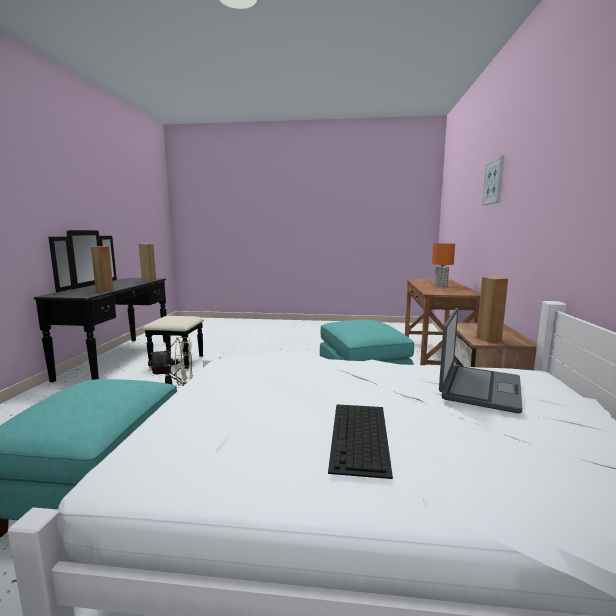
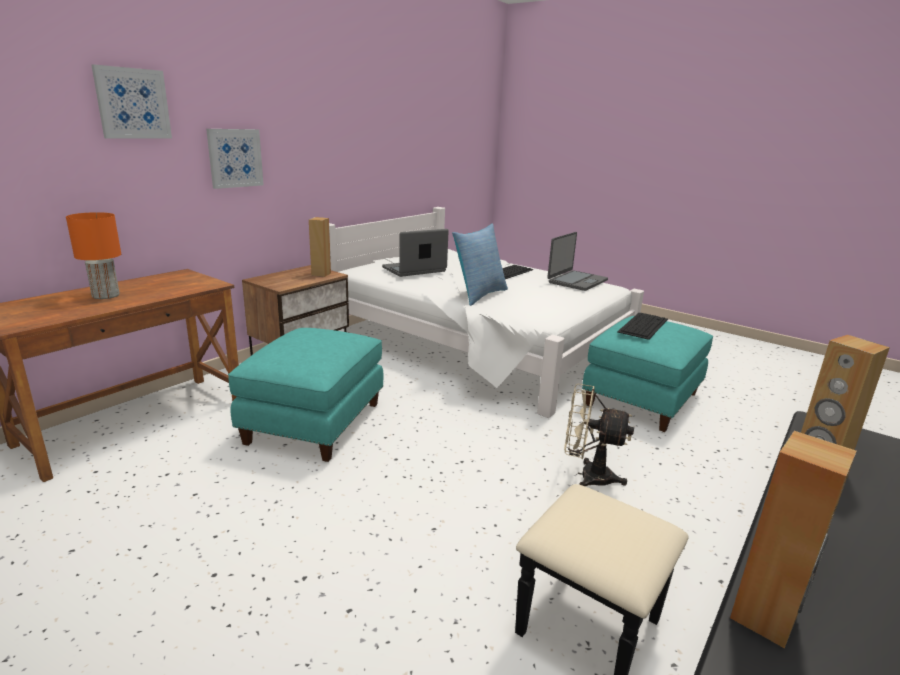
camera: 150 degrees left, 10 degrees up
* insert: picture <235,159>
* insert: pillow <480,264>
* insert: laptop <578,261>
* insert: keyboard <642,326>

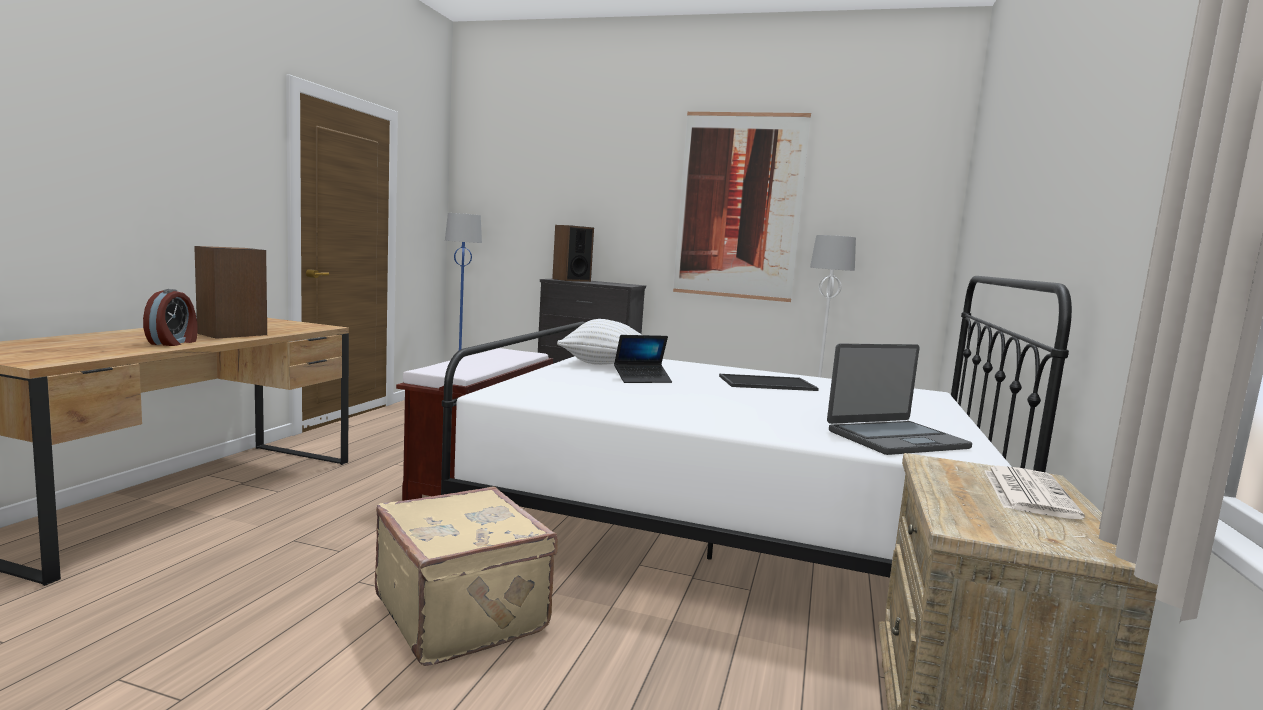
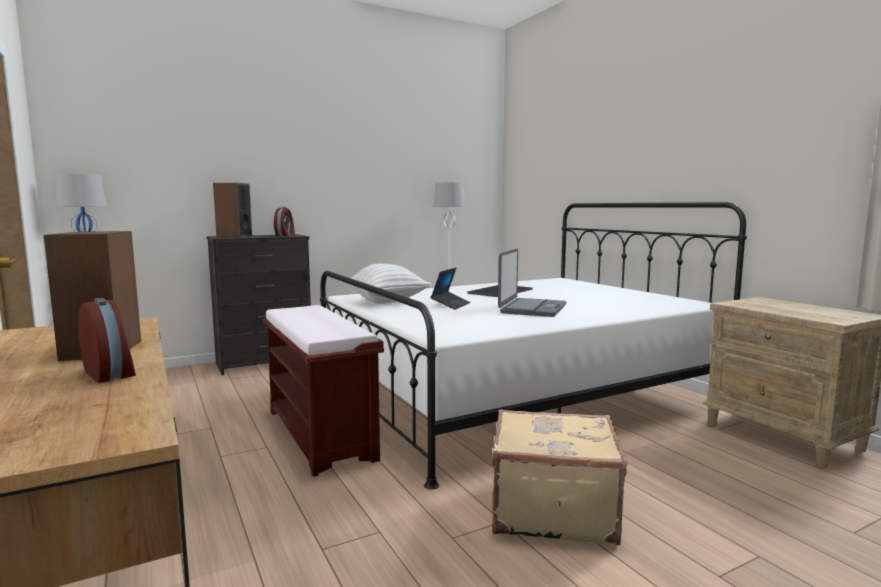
camera: 45 degrees left, 0 degrees up
* delete: picture <742,207>
* delete: newspaper <1035,492>
* insert: alarm clock <284,221>
* move: laptop <899,399> to <532,282>

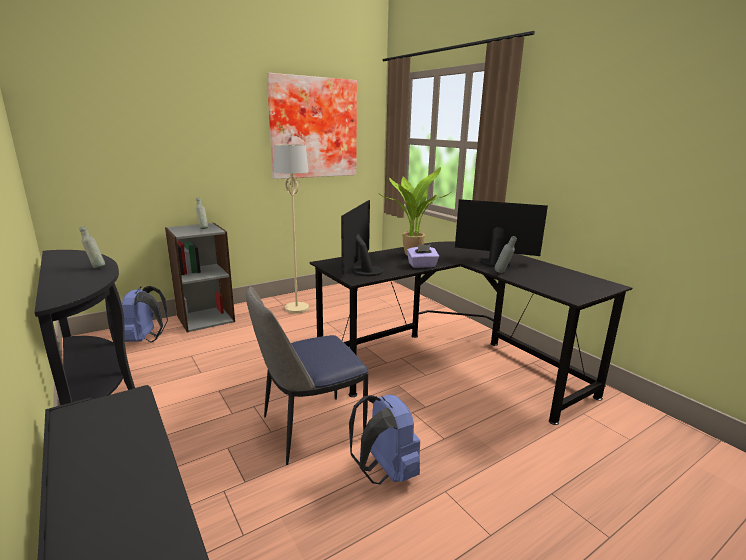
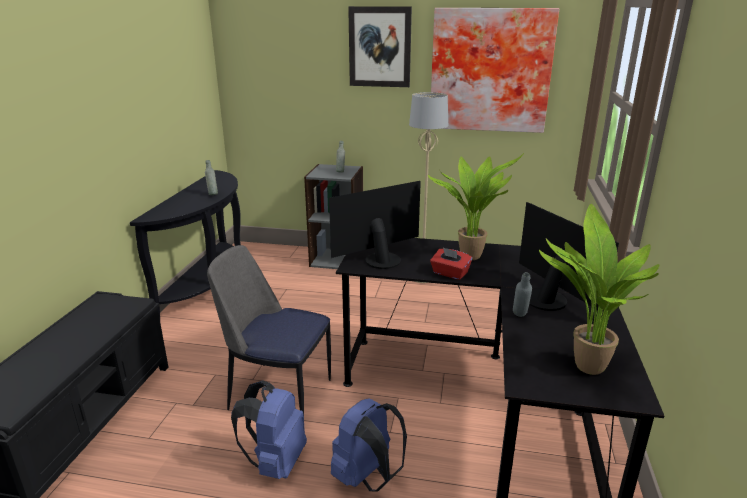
camera: 45 degrees right, 5 degrees up
* insert: picture <380,46>
* insert: potted plant <599,289>
* move: backpack (blue) <145,314> to <369,445>
* recolor: tissue box (purple) <423,256> to tissue box (red) <451,263>

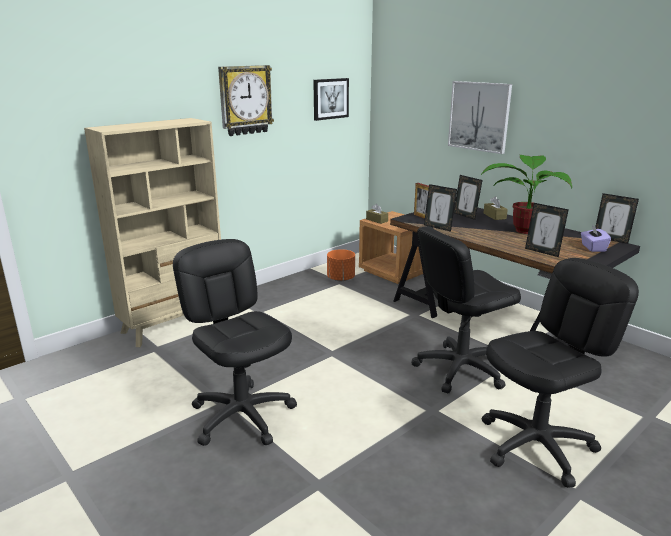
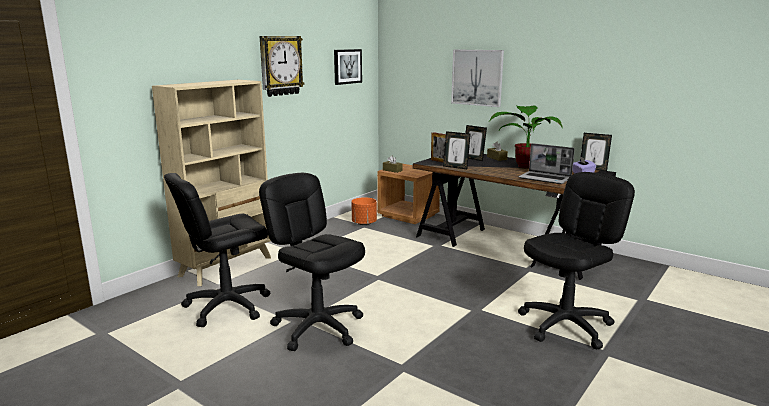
camera: 10 degrees left, 5 degrees down
* move: office chair (black) <466,309> to <217,250>
* replace: picture frame <547,230> to laptop <546,163>

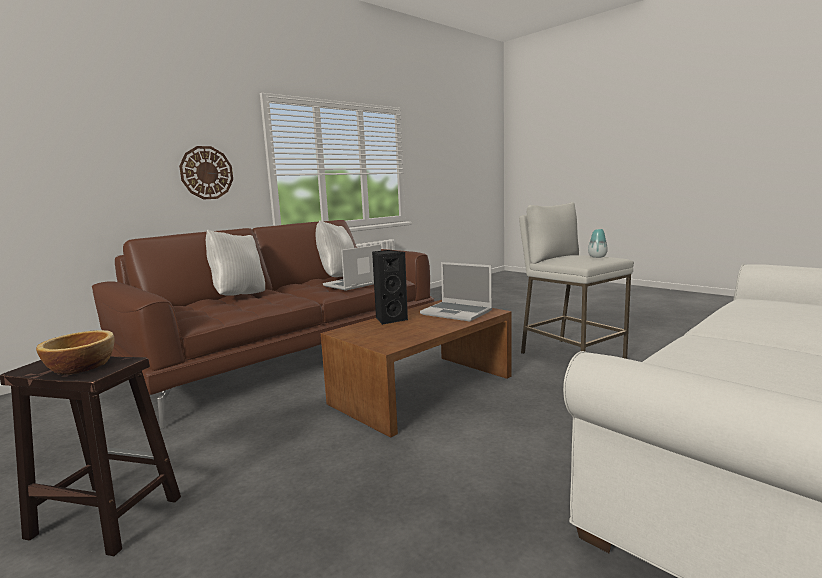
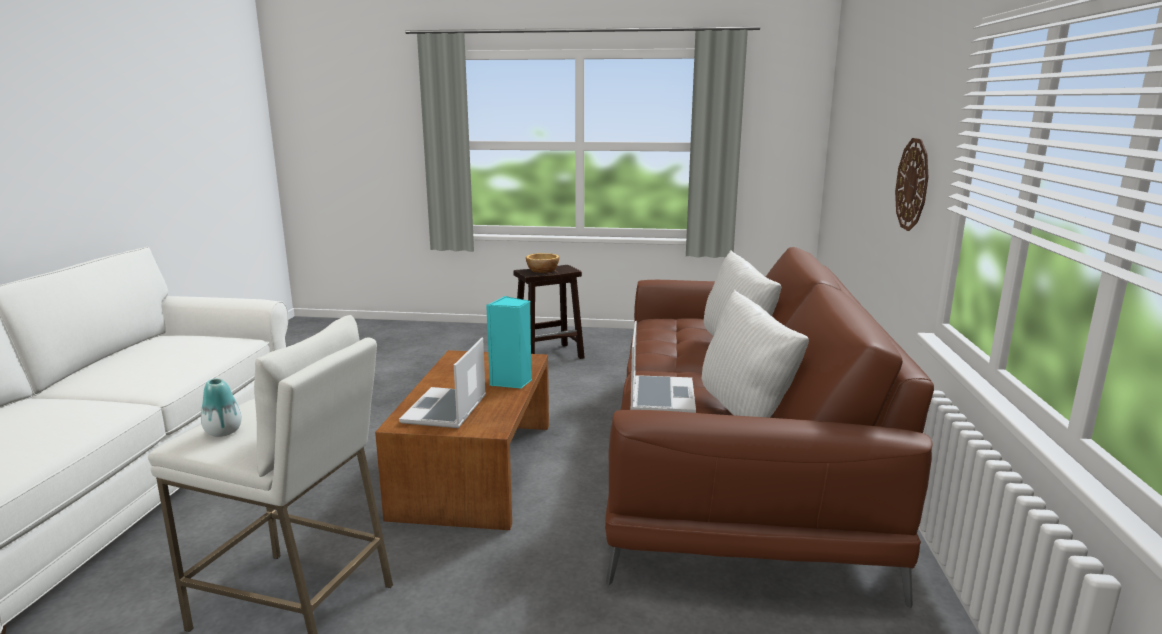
camera: 140 degrees right, 5 degrees up
* recolor: speaker (black) <390,287> to speaker (turquoise) <509,342>
* rotate: laptop <456,291> = <442,383> 75 degrees counterclockwise

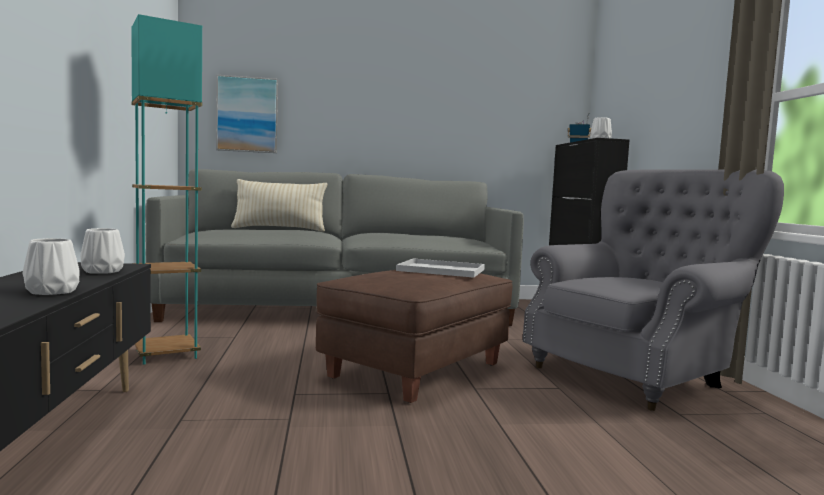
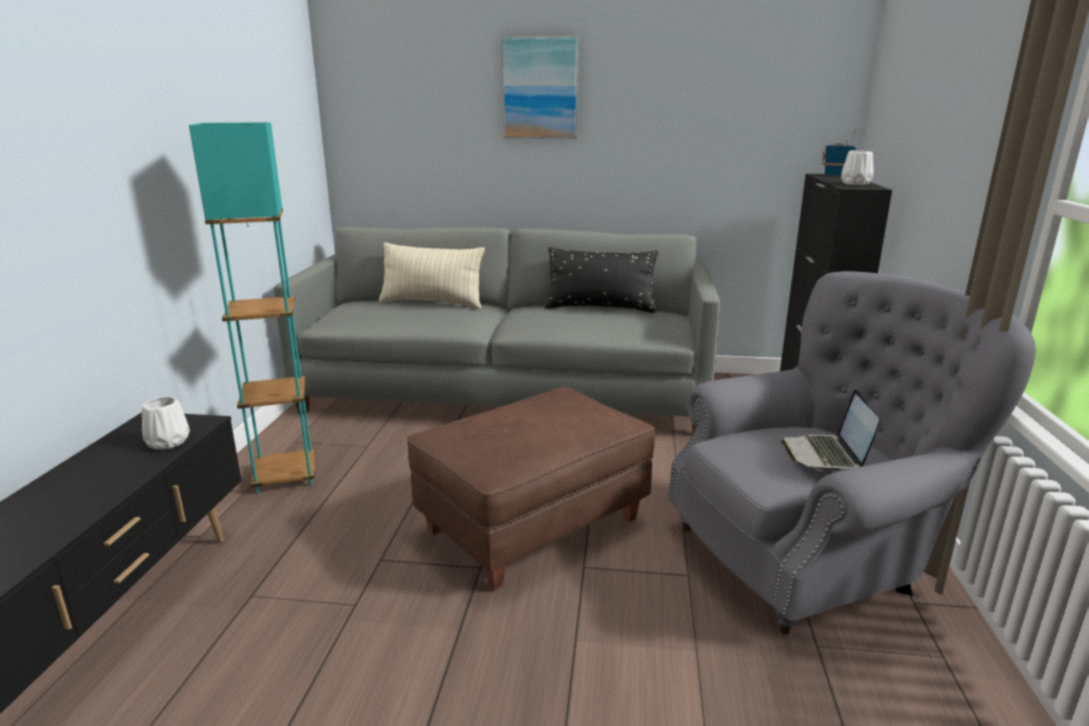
camera: 15 degrees right, 15 degrees up
* delete: vase (white) <51,266>
* delete: tray (white) <440,268>
* insert: pillow (black) <601,280>
* insert: laptop <830,430>
* move: picture <247,114> to <540,87>

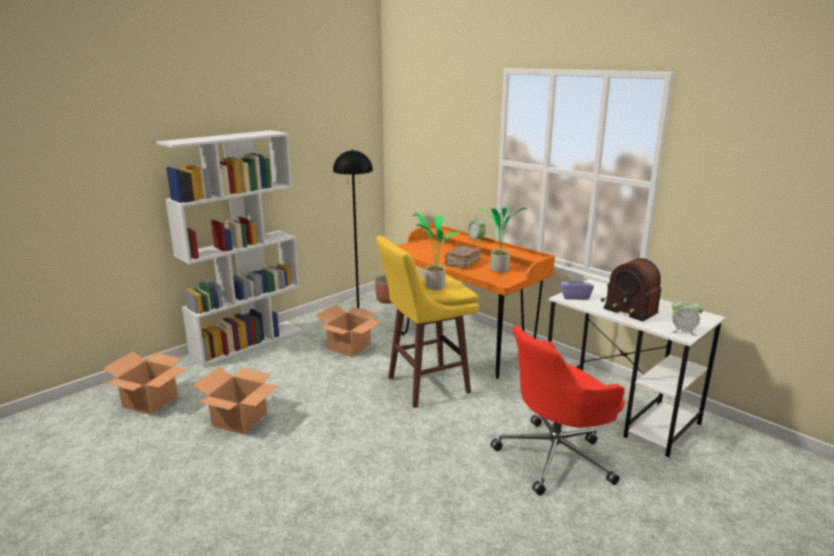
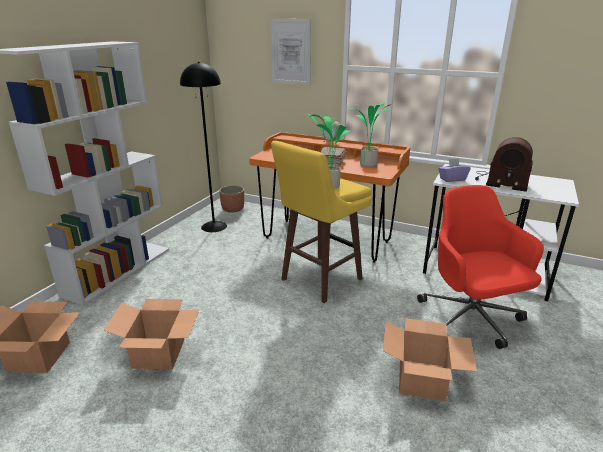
camera: 20 degrees left, 5 degrees up
* delete: alarm clock <687,316>
* insert: picture <291,52>
* move: cardboard box <348,331> to <430,359>
* rotate: office chair (red) <558,410> = <480,267> 120 degrees clockwise

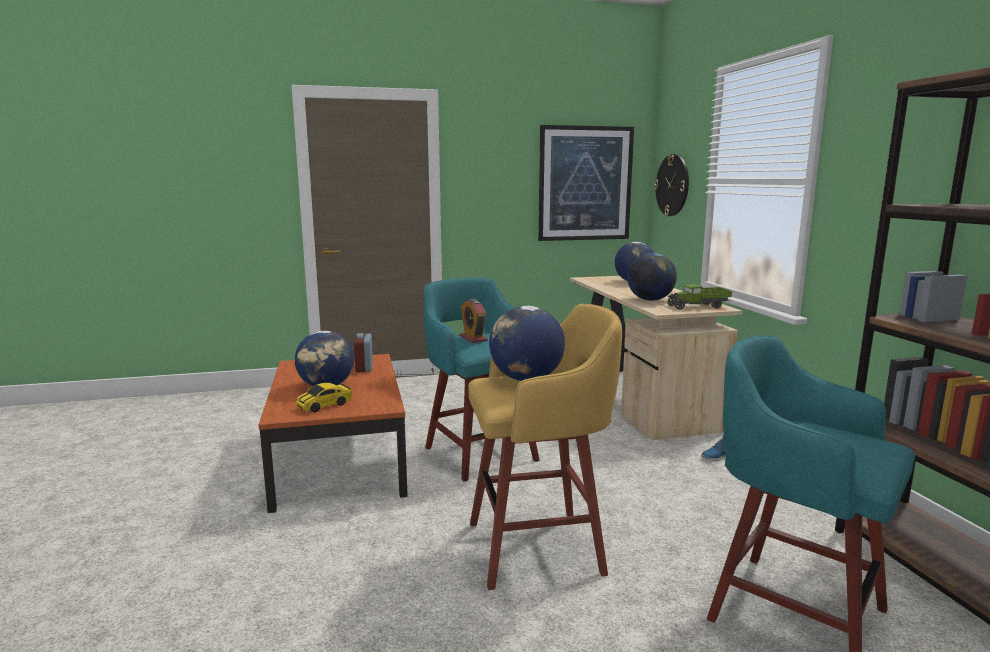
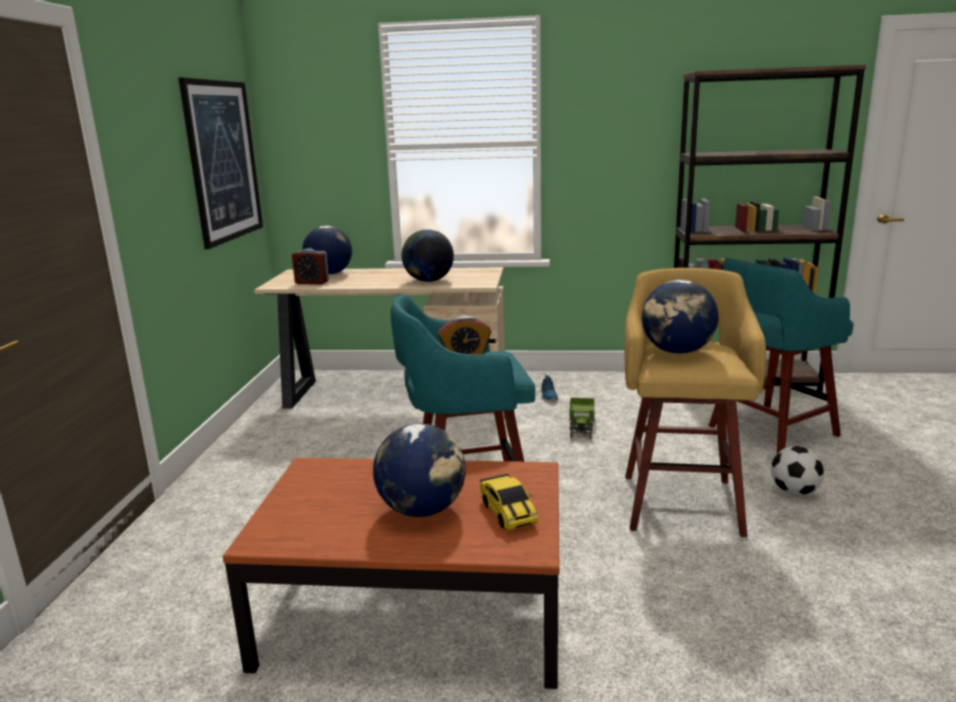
camera: 70 degrees left, 5 degrees up
* delete: wall clock <671,185>
* insert: football <797,470>
* move: alarm clock <363,352> to <310,266>
* move: toy truck <699,297> to <582,418>

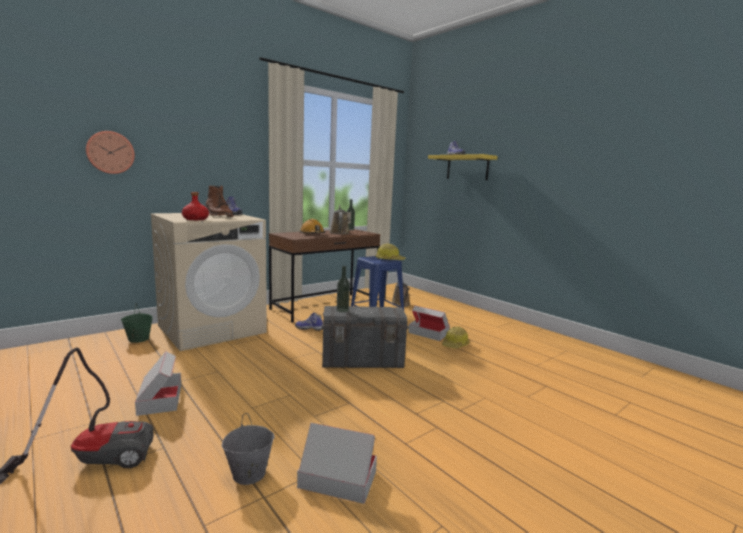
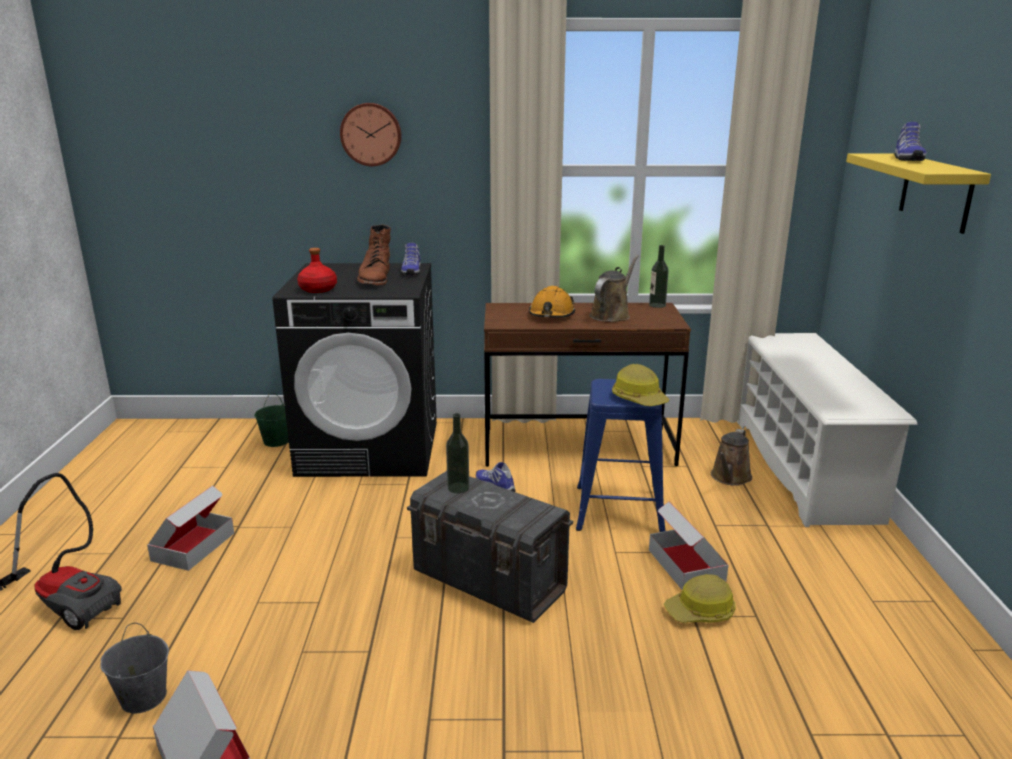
camera: 40 degrees right, 10 degrees up
* insert: shoe rack (white) <827,430>
* move: wall clock <110,152> to <371,134>
* recolor: washing machine (beige) <208,282> to washing machine (black) <354,370>

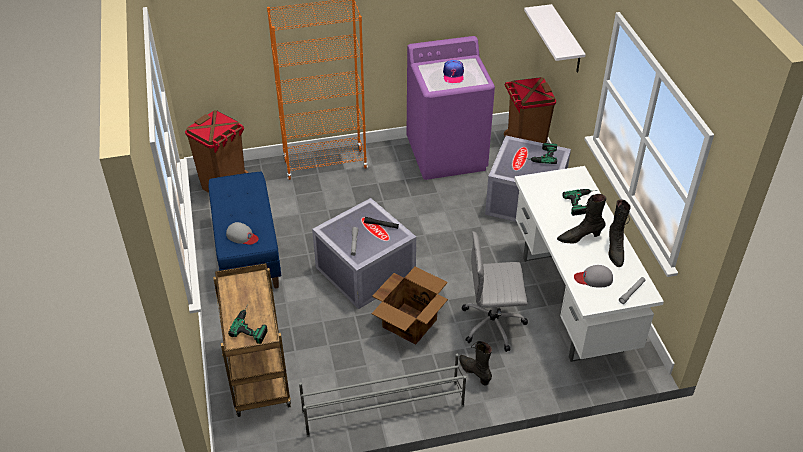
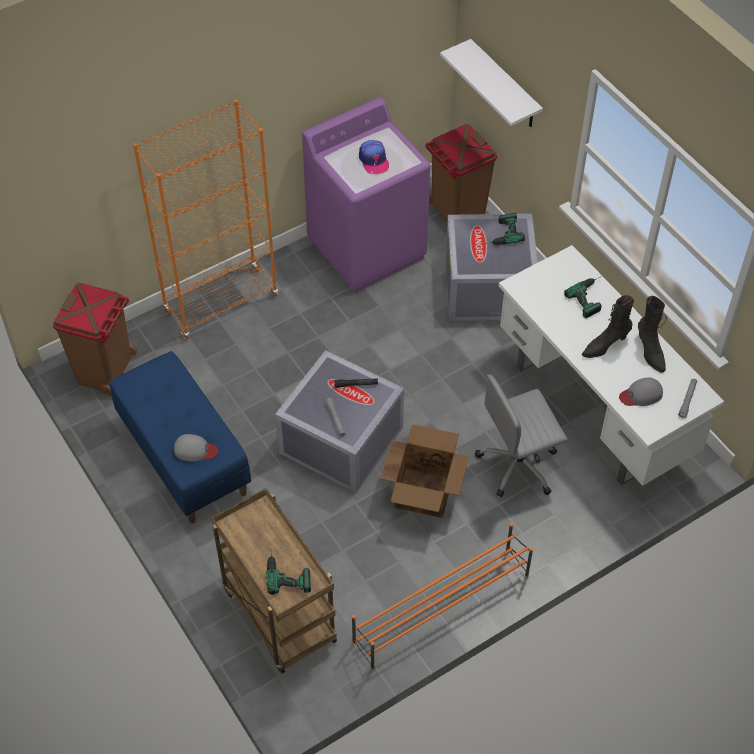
camera: 20 degrees left, 10 degrees up
* delete: boot (black) <475,363>
* recolor: shoe rack (grey) <382,395> to shoe rack (orange) <442,597>

